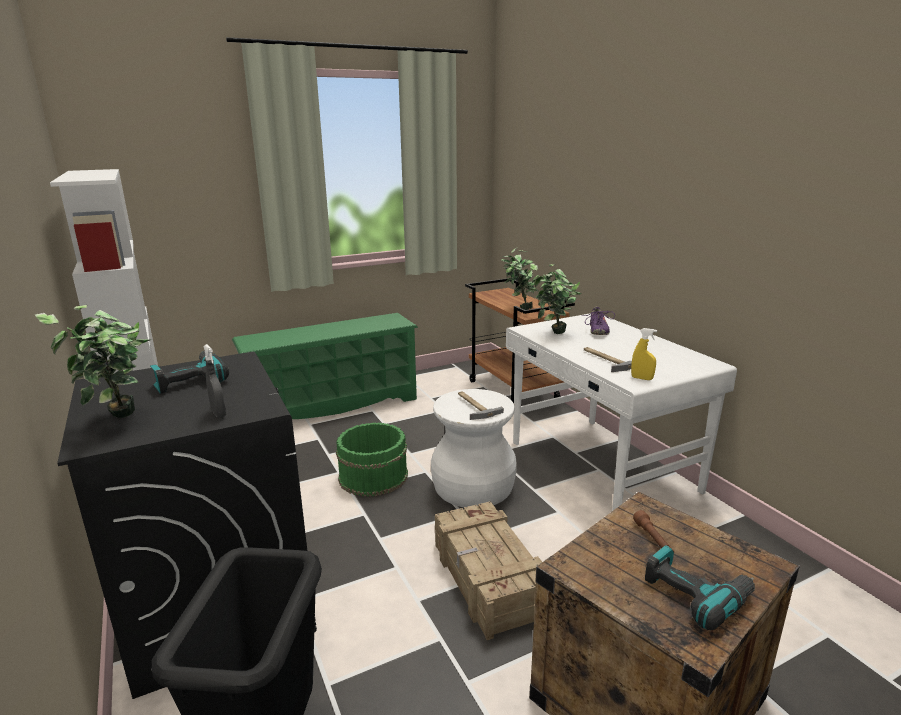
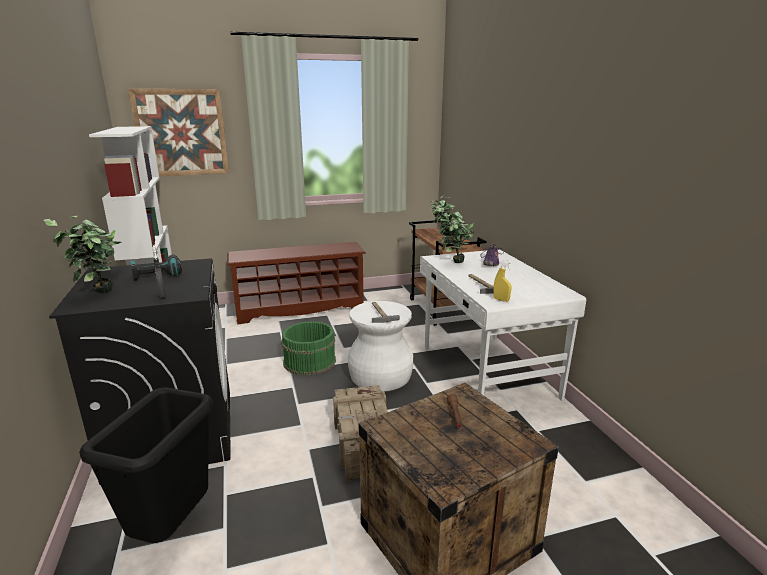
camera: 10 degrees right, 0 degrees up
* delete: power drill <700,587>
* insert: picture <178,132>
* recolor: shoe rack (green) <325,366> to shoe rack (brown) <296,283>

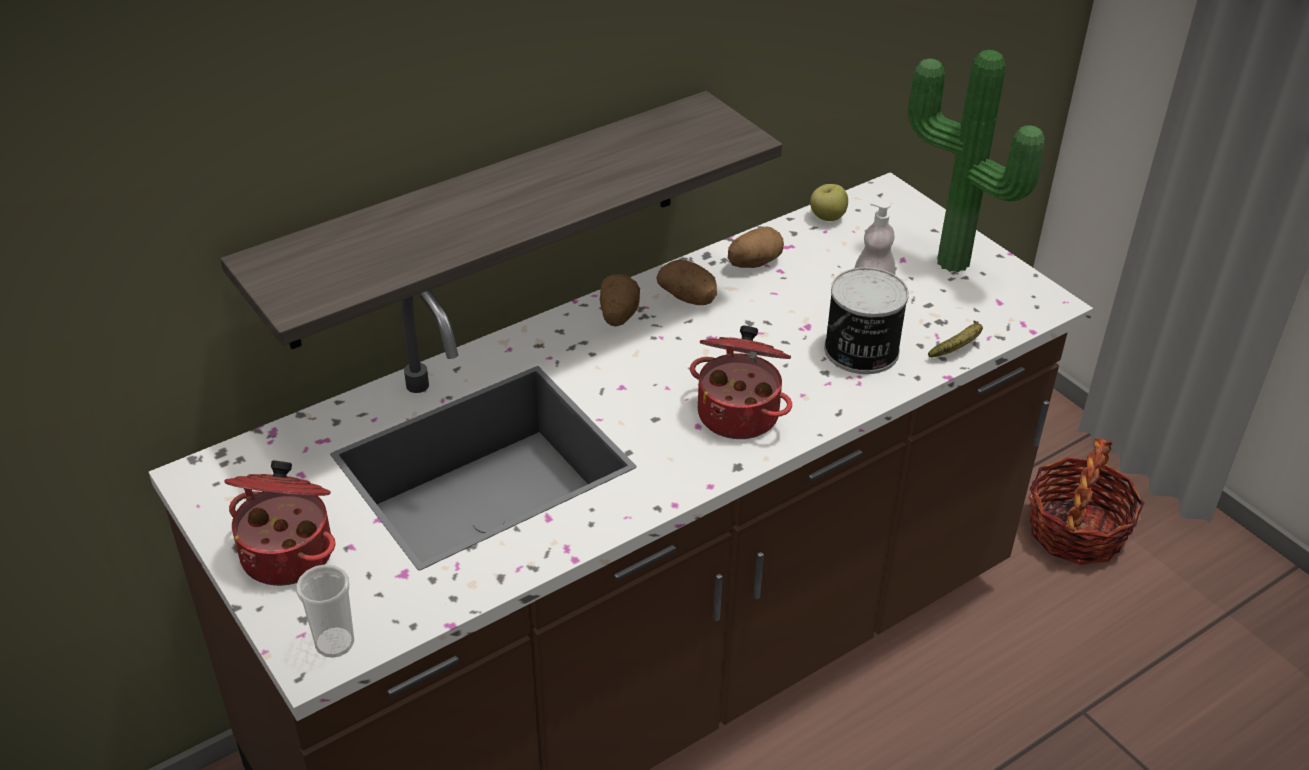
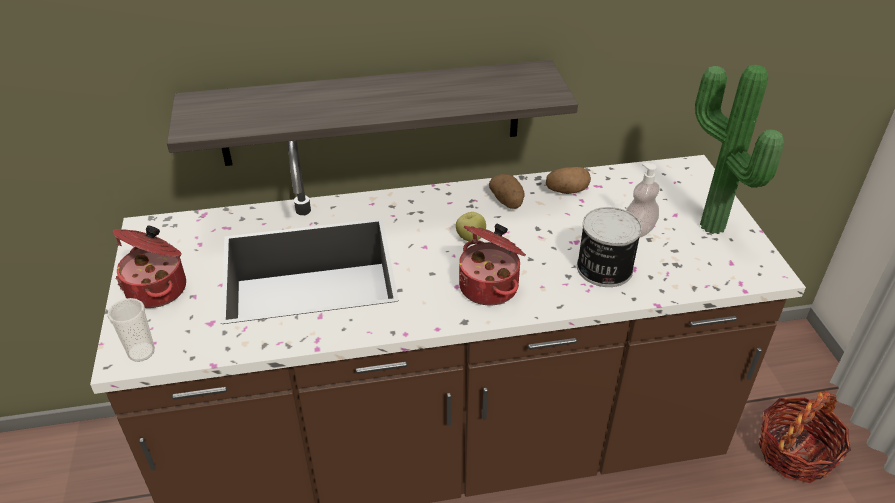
camera: 25 degrees right, 0 degrees up
* delete: potato <620,300>
* delete: banana <955,338>
* move: apple <829,202> to <471,226>

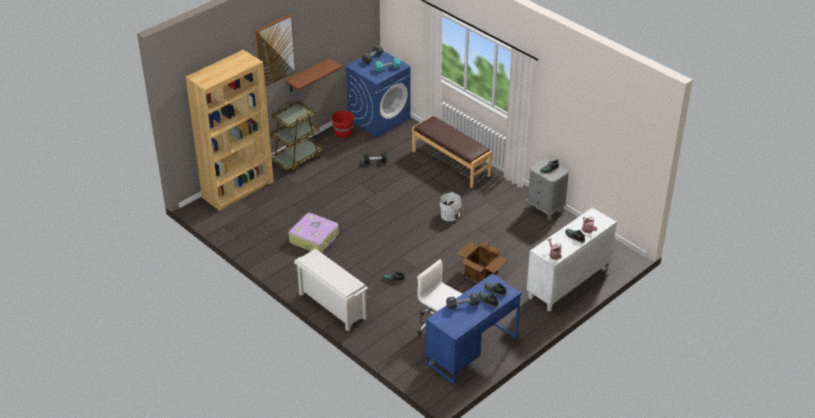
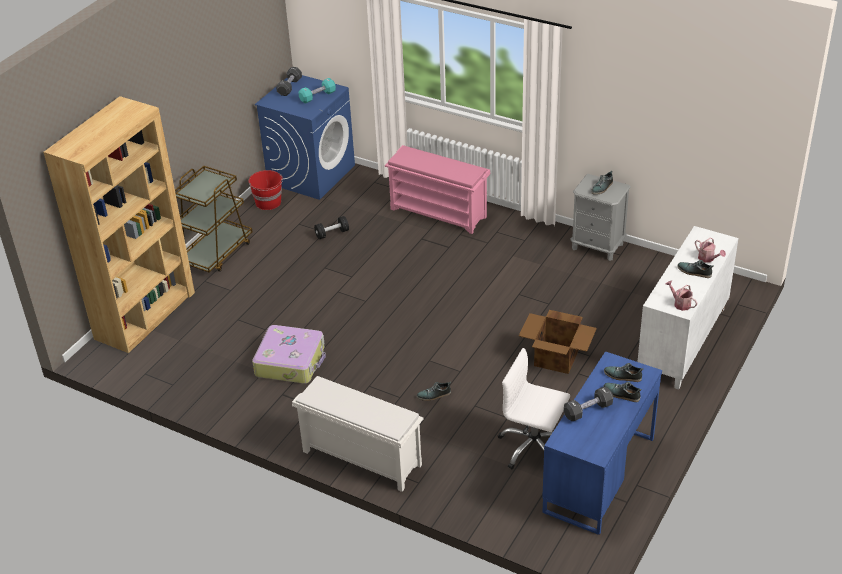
camera: 15 degrees left, 0 degrees up
* delete: picture <275,50>
* delete: shelf (brown) <313,75>
* delete: bucket (white) <451,206>
* replace: bench (brown) <452,152> to shoe rack (pink) <437,189>

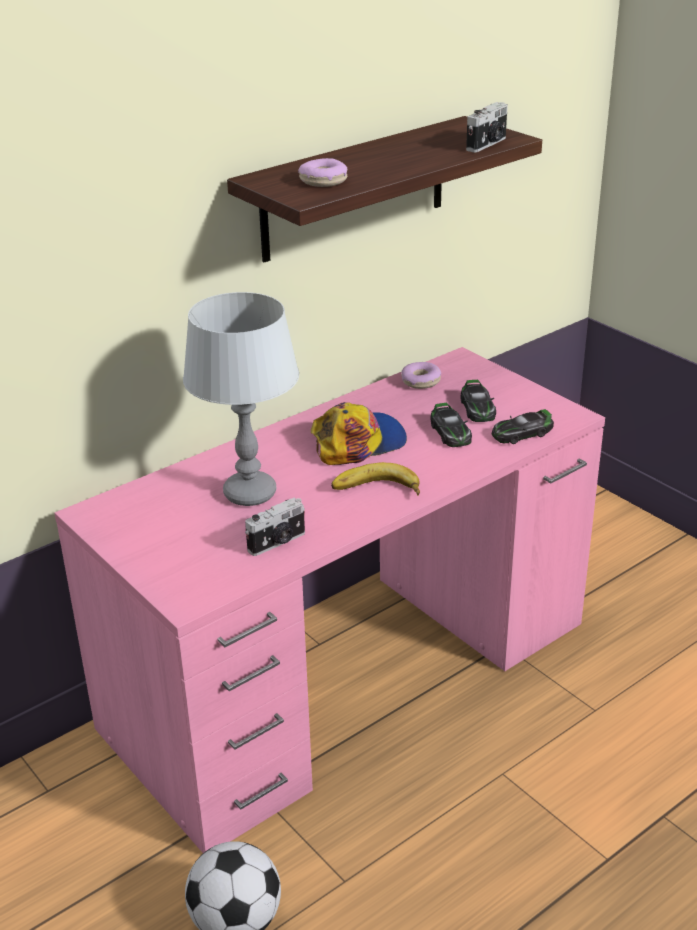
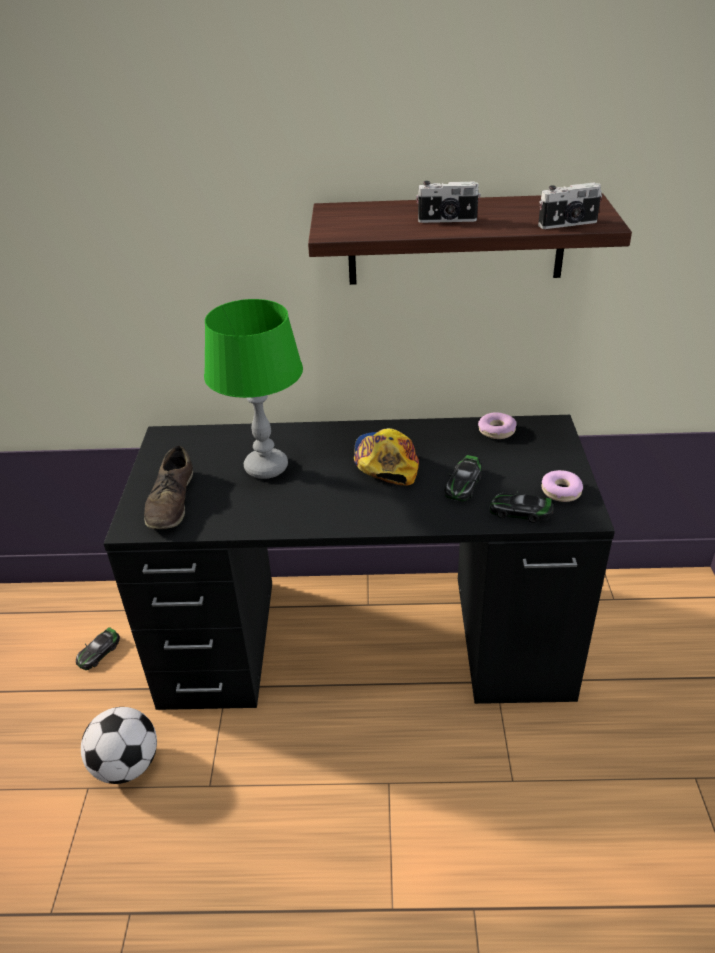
camera: 40 degrees right, 5 degrees up
* delete: banana <375,479>
* insert: shoe (brown) <168,487>
* move: photo camera <275,526> to <448,202>
* move: donut <323,172> to <562,486>
* move: toy car <478,401> to <98,648>
* recolor: desk (pink) <329,600> to desk (black) <359,562>
* recolor: table lamp (grey) <241,399> to table lamp (green) <253,389>
* rotate: cap <359,433> = <386,456> 105 degrees counterclockwise

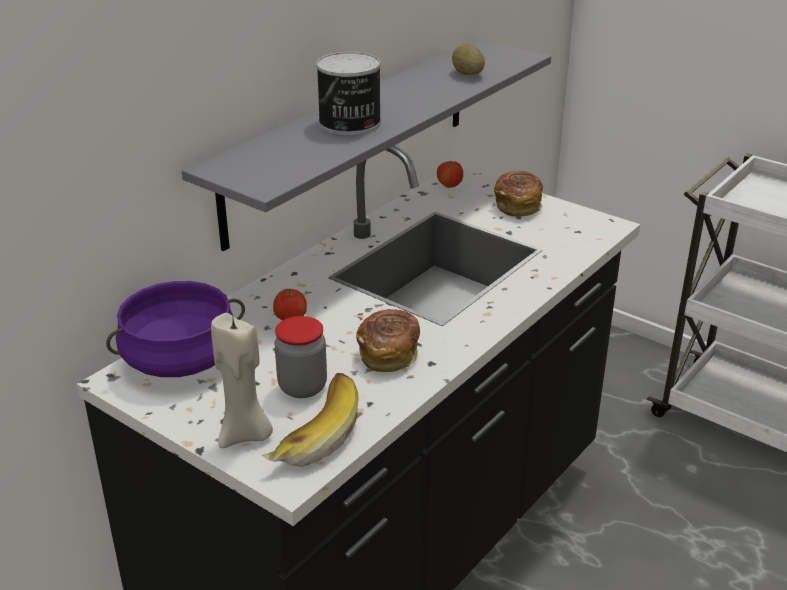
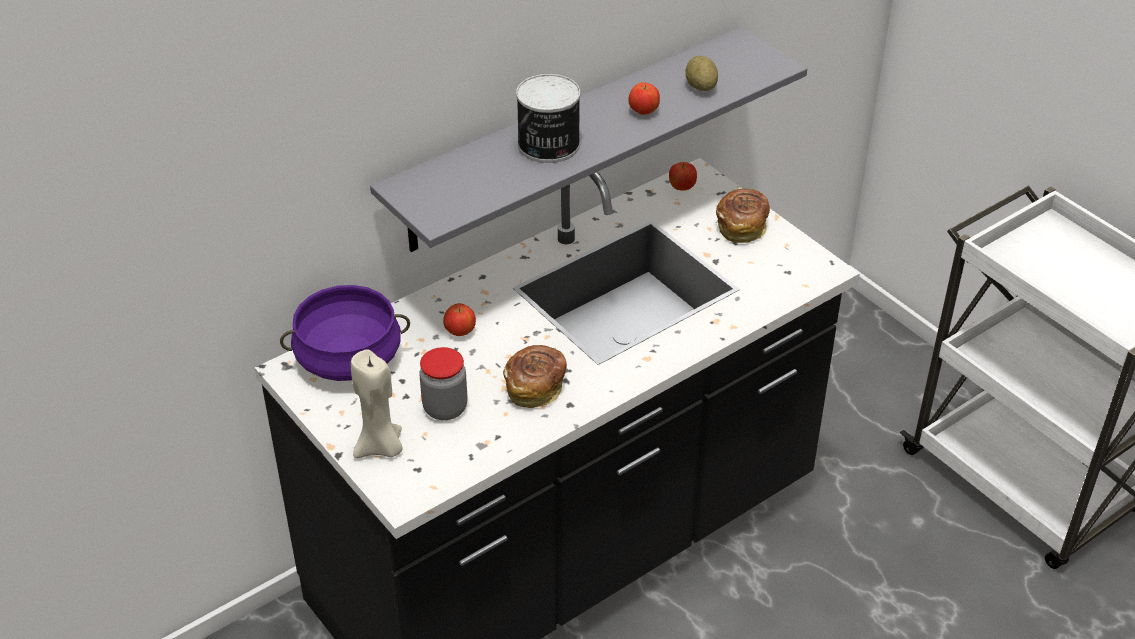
camera: 15 degrees right, 10 degrees up
* delete: banana <310,420>
* insert: apple <644,98>

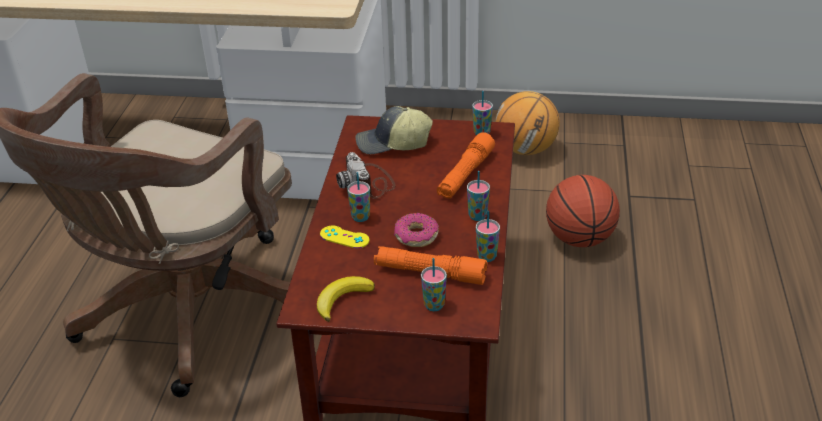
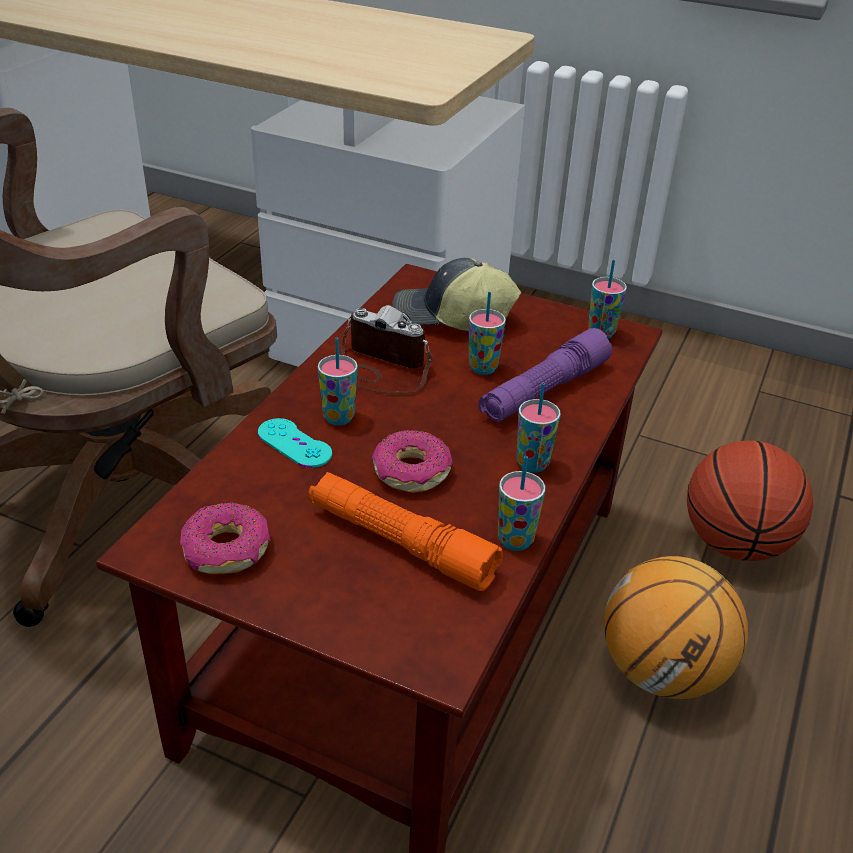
camera: 15 degrees right, 0 degrees up
* move: cup <434,284> to <487,333>
* move: basketball <527,123> to <676,627>
* replace: banana <346,299> to donut <225,538>
* recolor: game controller (yellow) <344,236> to game controller (turquoise) <295,443>
* recolor: flashlight (orange) <466,165> to flashlight (purple) <545,375>
* rotate: photo camera <365,175> = <387,349> 120 degrees clockwise

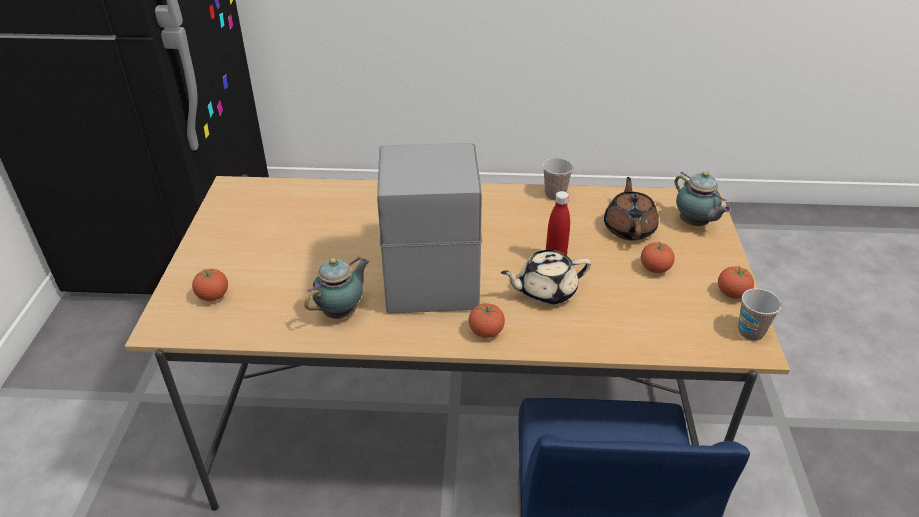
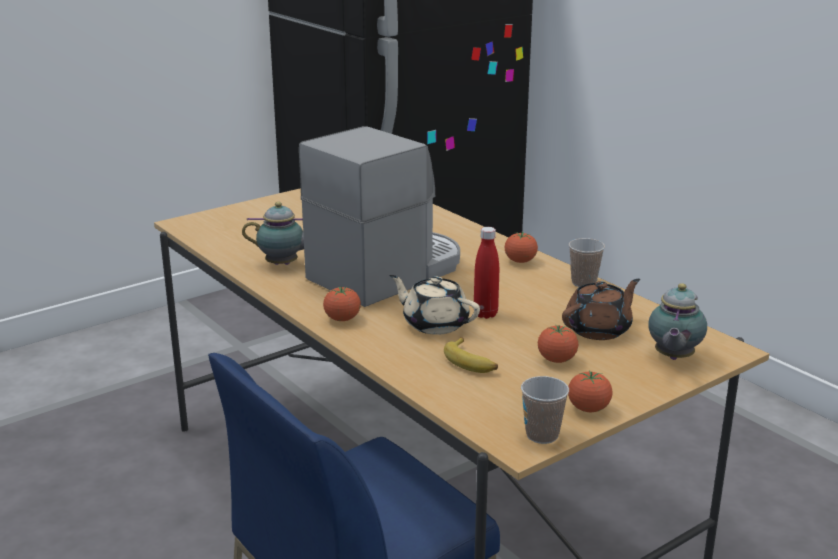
camera: 50 degrees right, 15 degrees down
* insert: banana <471,355>
* move: tomato <210,284> to <521,247>

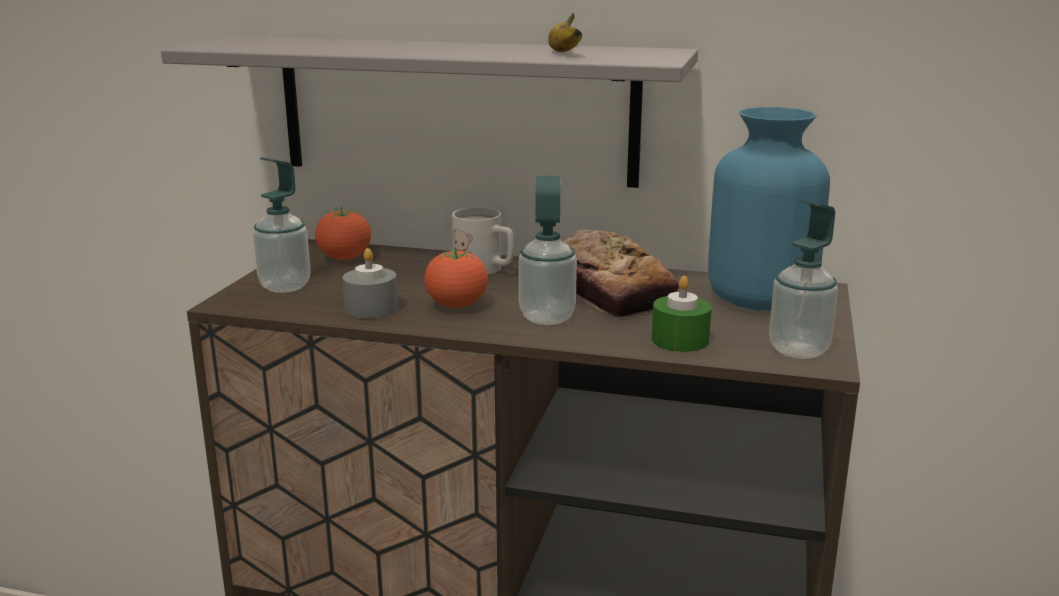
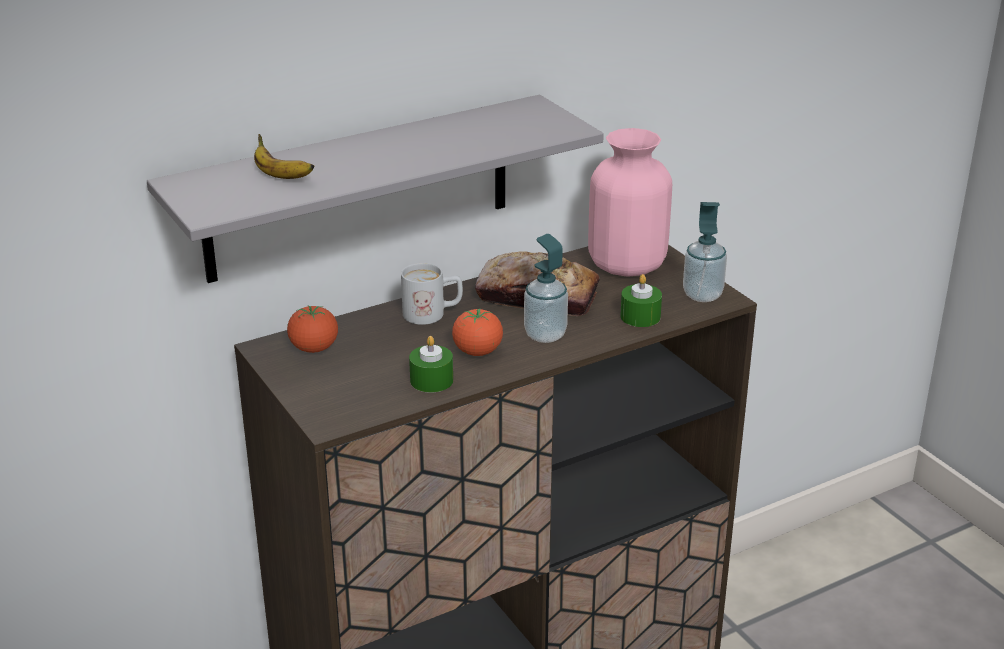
camera: 45 degrees left, 10 degrees up
* delete: soap dispenser <282,225>
* move: banana <565,32> to <284,156>
* recolor: candle (grey) <370,283> to candle (green) <431,364>
* recolor: vase (blue) <769,209> to vase (pink) <630,202>

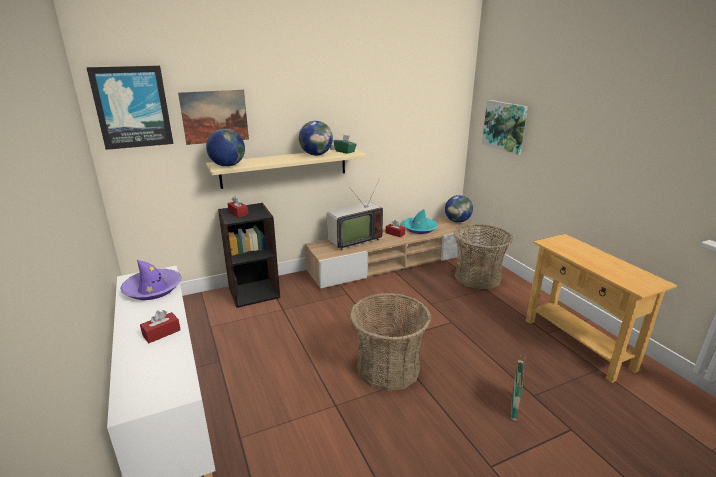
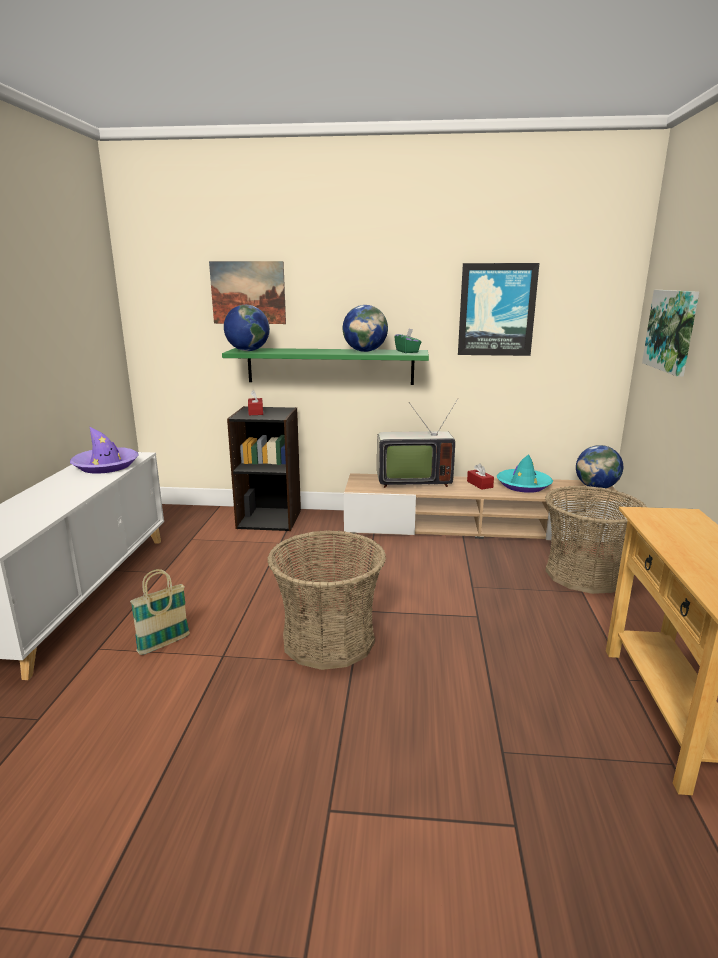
camera: 30 degrees right, 5 degrees down
* delete: tissue box (red) <160,326>
* move: picture <129,108> to <498,309>
* move: basket <518,388> to <160,612>
* recolor: shelf (beige) <286,169> to shelf (green) <325,366>

